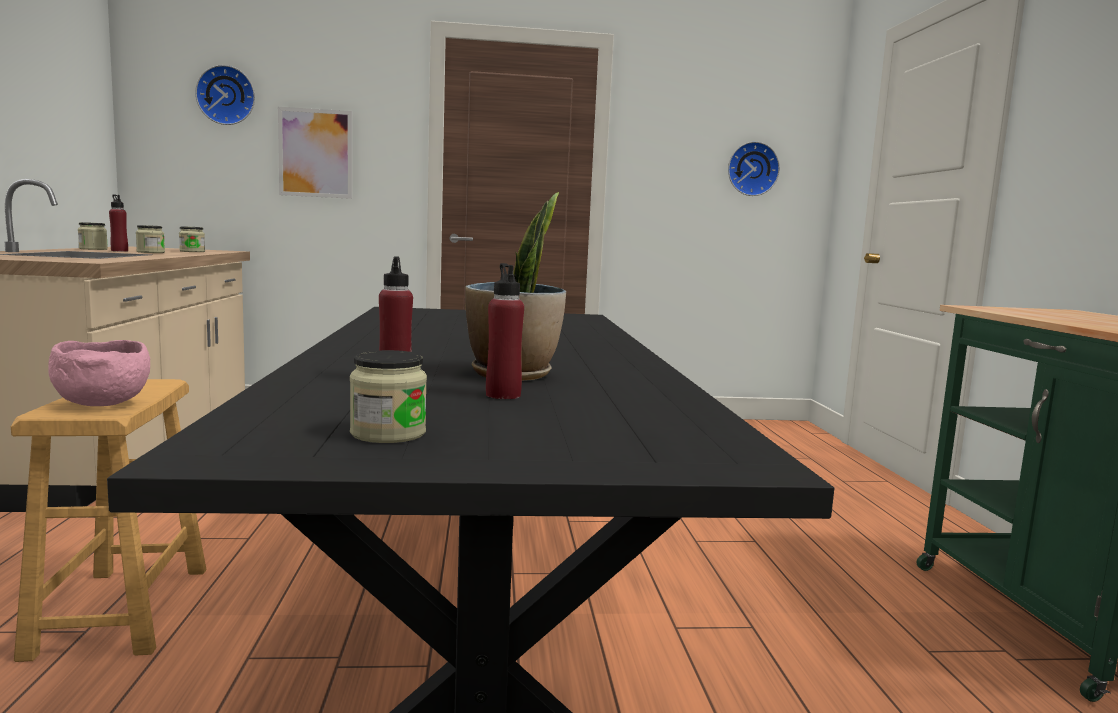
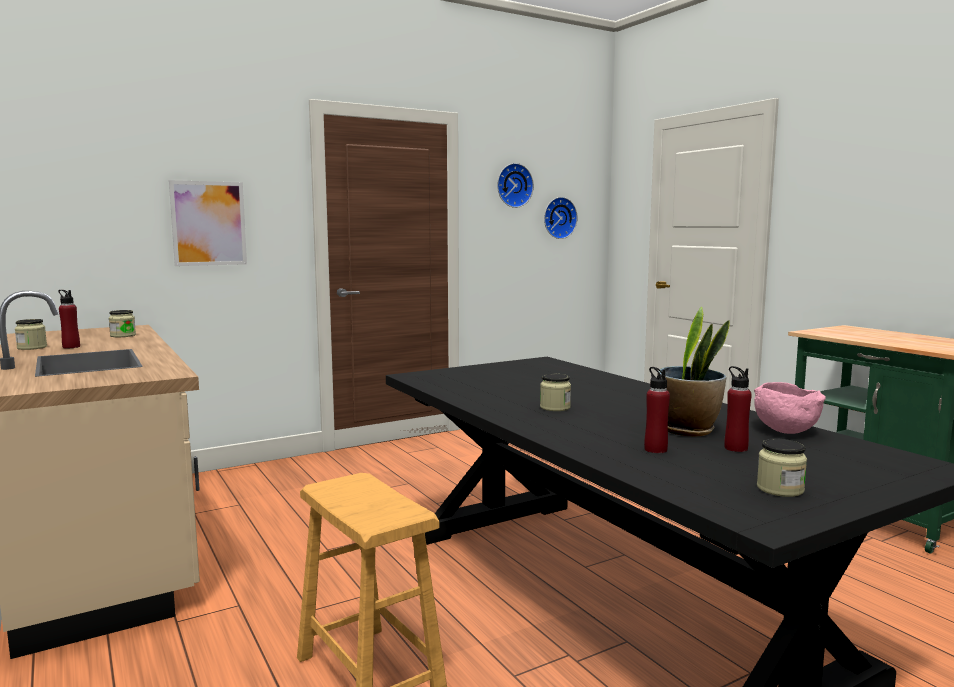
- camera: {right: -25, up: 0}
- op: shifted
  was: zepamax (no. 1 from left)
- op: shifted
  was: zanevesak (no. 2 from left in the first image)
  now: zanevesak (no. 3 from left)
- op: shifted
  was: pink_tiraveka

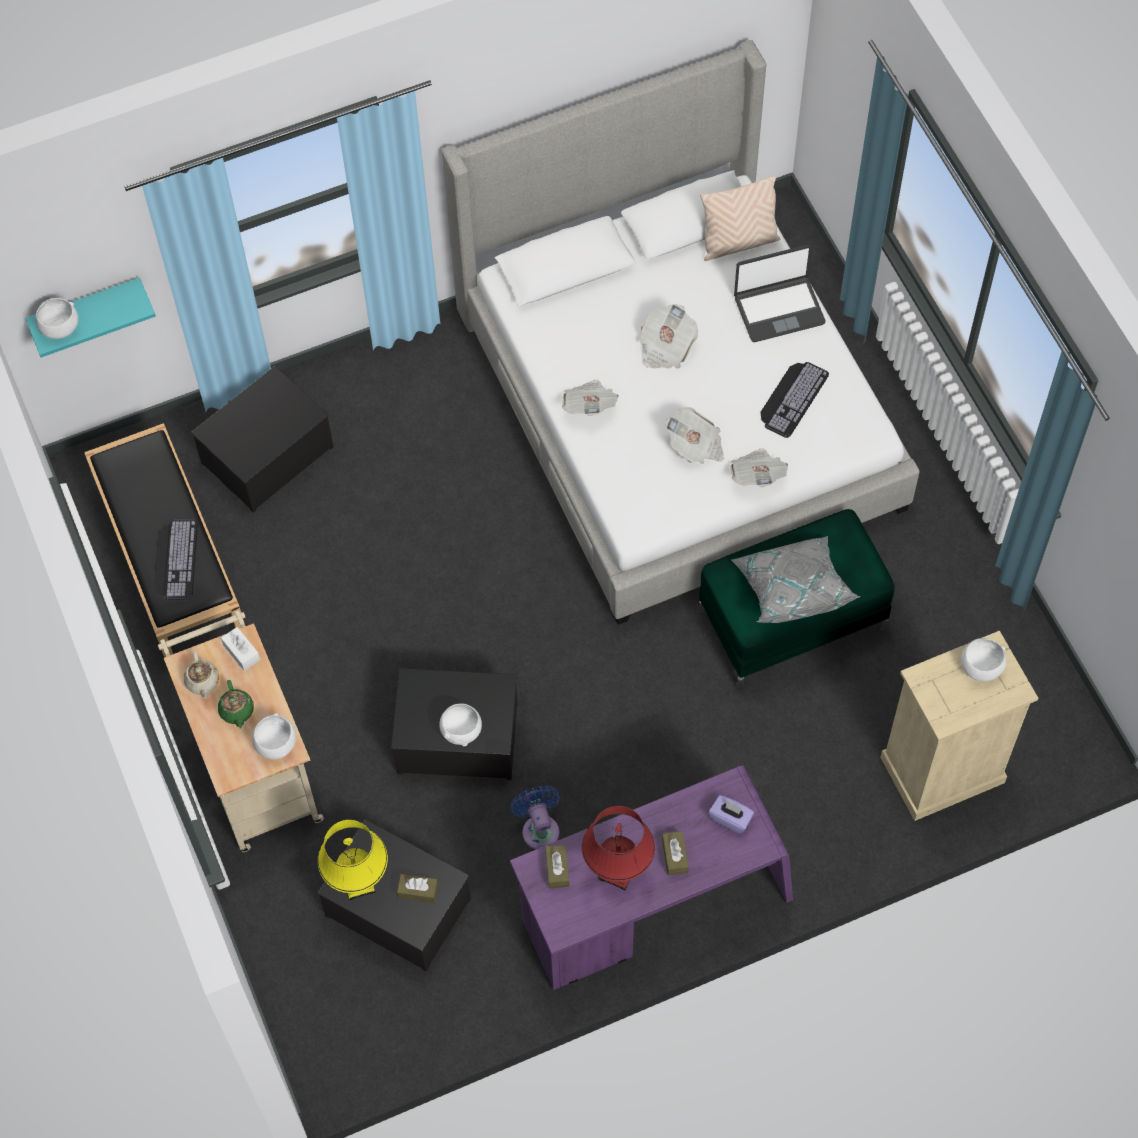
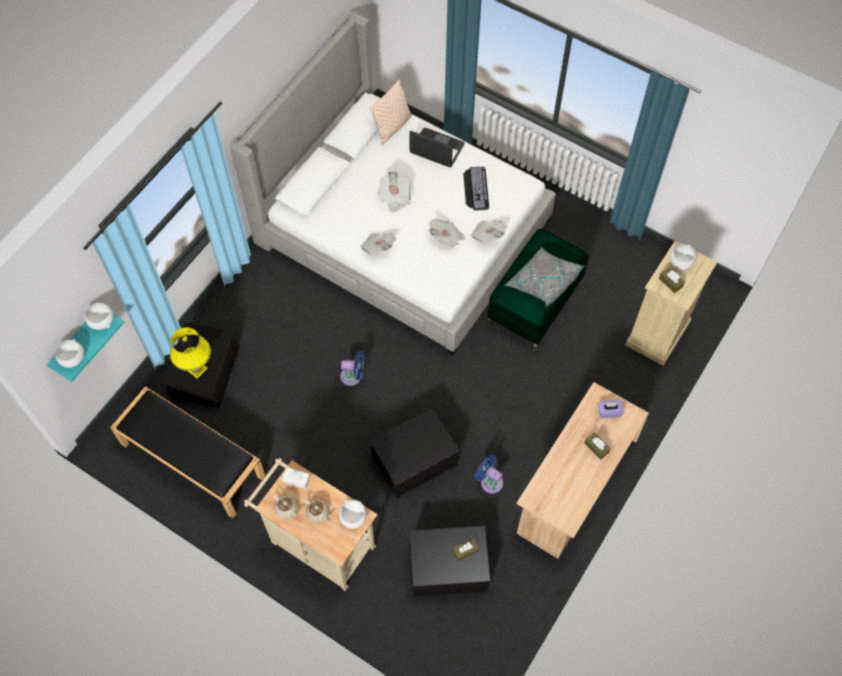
- camera: {right: -35, up: 0}
- op: rotated
  was: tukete
  clockwise: -105
- op: gone
  was: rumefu (no. 1 from left)
- op: repainted
  was: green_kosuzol
  now: beige_kosuzol (no. 2 from left)
- op: shifted
  was: white_tiraveka (no. 3 from left in the first image)
  now: white_tiraveka (no. 2 from left)
- op: repainted
  was: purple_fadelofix
  now: beige_fadelofix
- op: gone
  was: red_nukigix
- op: shifted
  was: yellow_nukigix
- op: shifted
  was: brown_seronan (no. 2 from left in the first image)
  now: brown_seronan (no. 3 from left)
- op: new
  now: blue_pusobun (no. 1 from left)

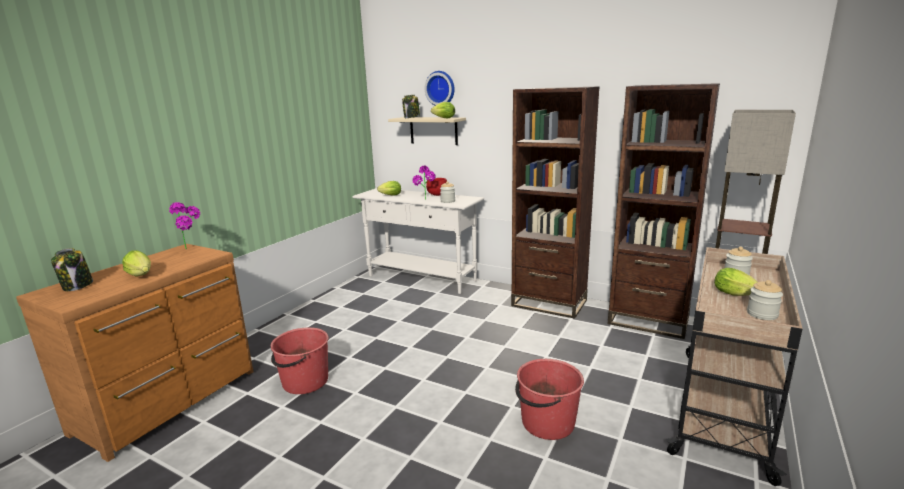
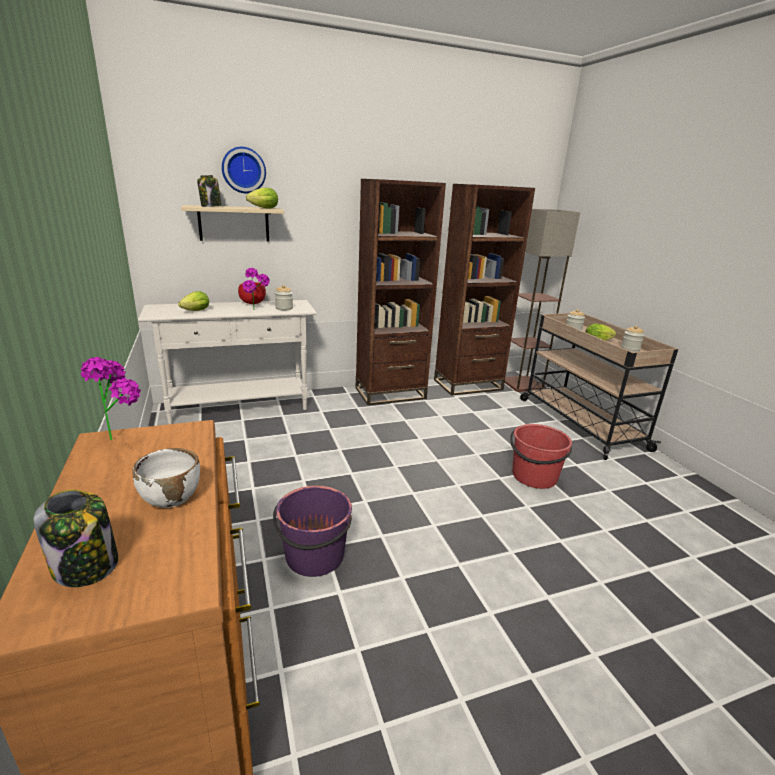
- camera: {right: -50, up: 5}
- op: swapped
  was: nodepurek (no. 1 from left)
  now: white_tiraveka
- op: repainted
  was: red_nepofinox (no. 1 from left)
  now: purple_nepofinox

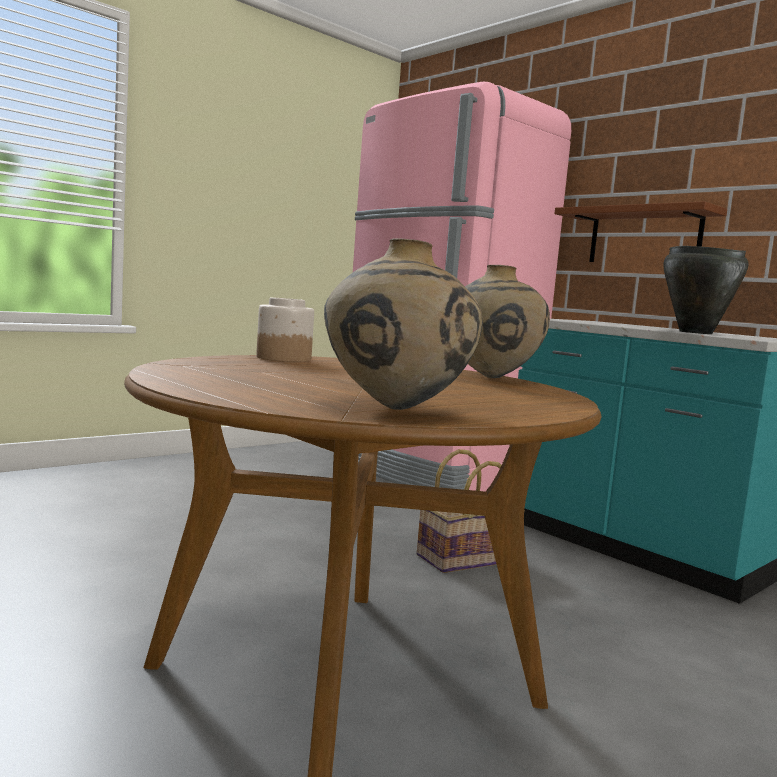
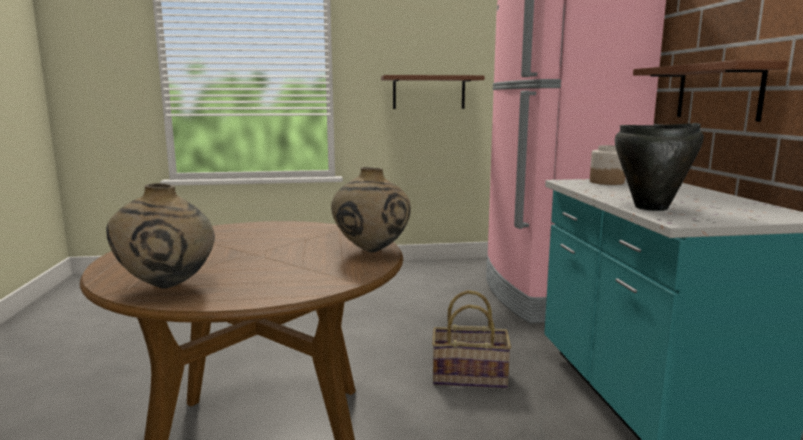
- camera: {right: 35, up: 5}
- op: shifted
  was: zanevesak
- op: new
  now: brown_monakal (no. 1 from left)

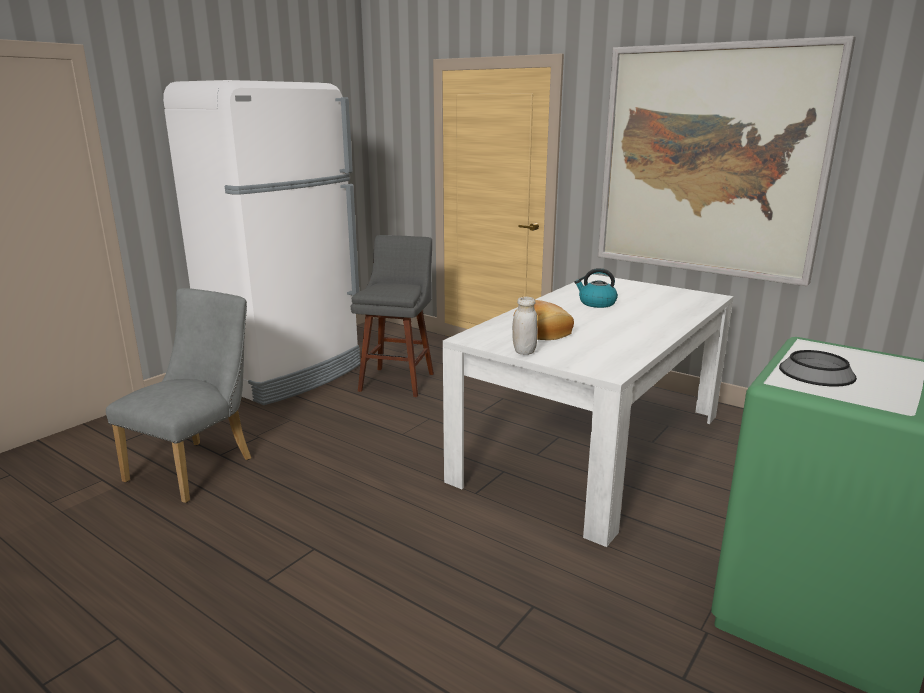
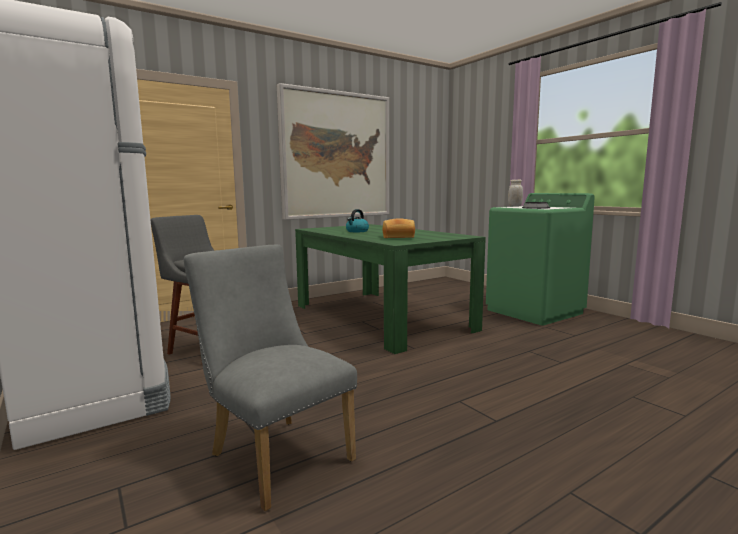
- camera: {right: -70, up: -10}
- op: repainted
  was: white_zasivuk
  now: green_zasivuk
- op: shifted
  was: white_zanevesak

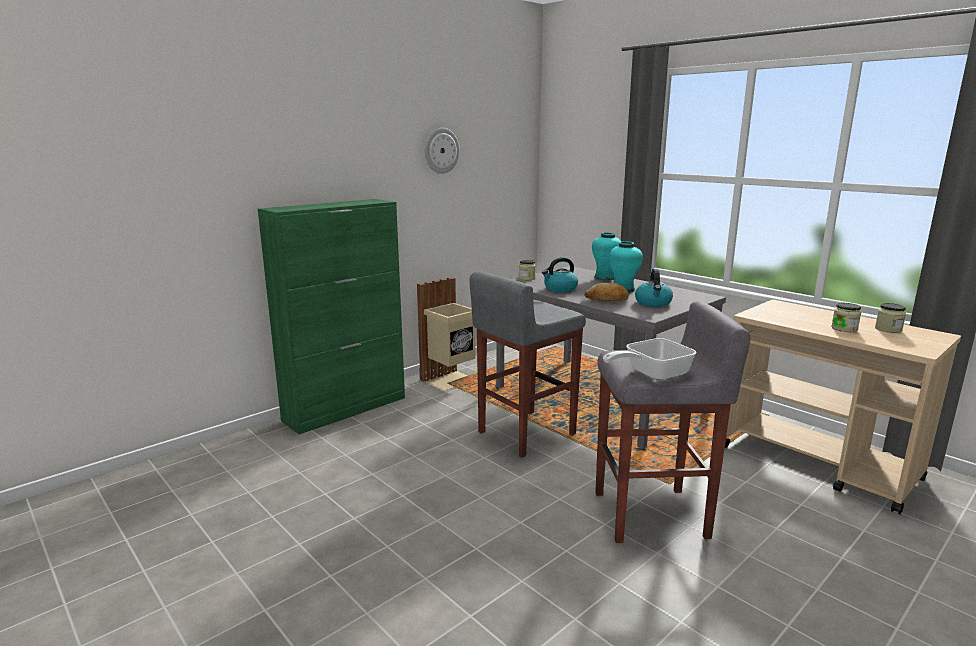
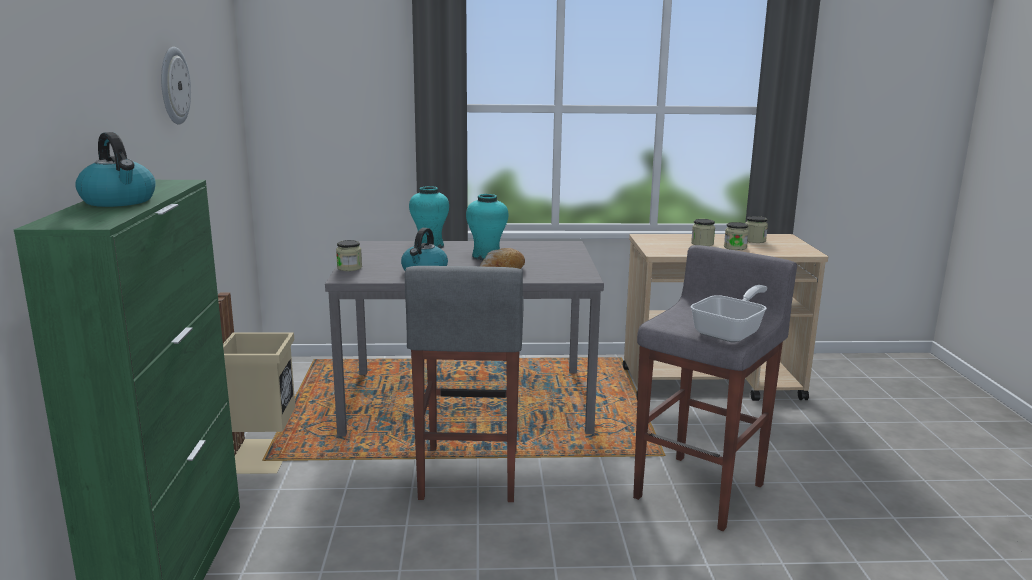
- camera: {right: -50, up: 0}
- op: shifted
  was: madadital (no. 2 from left in the first image)
  now: madadital (no. 1 from left)
- op: rotated
  was: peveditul
  clockwise: -150
- op: new
  now: zanevesak (no. 2 from left)

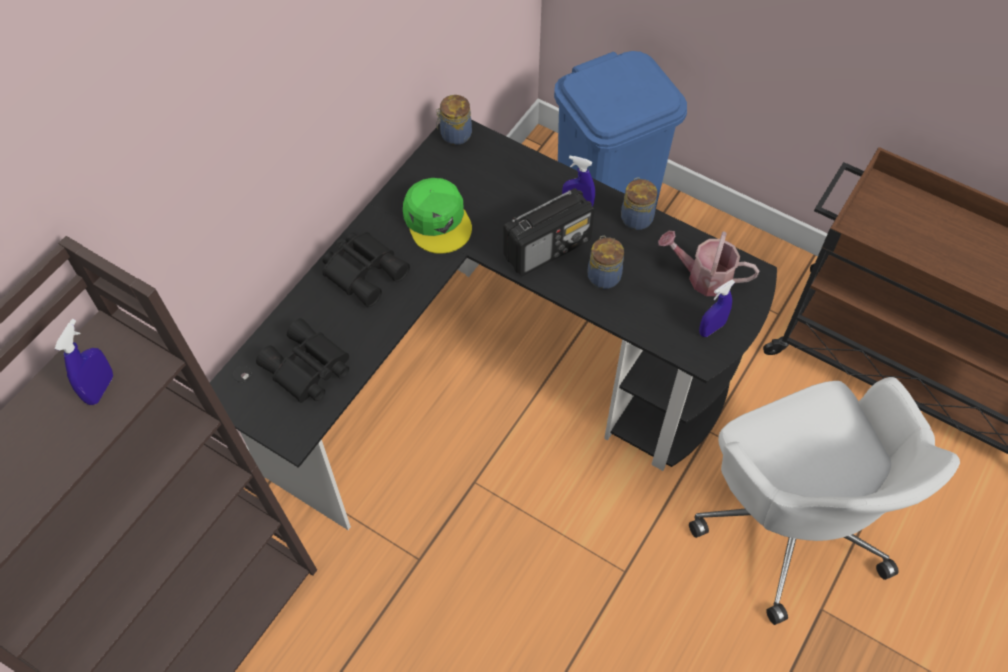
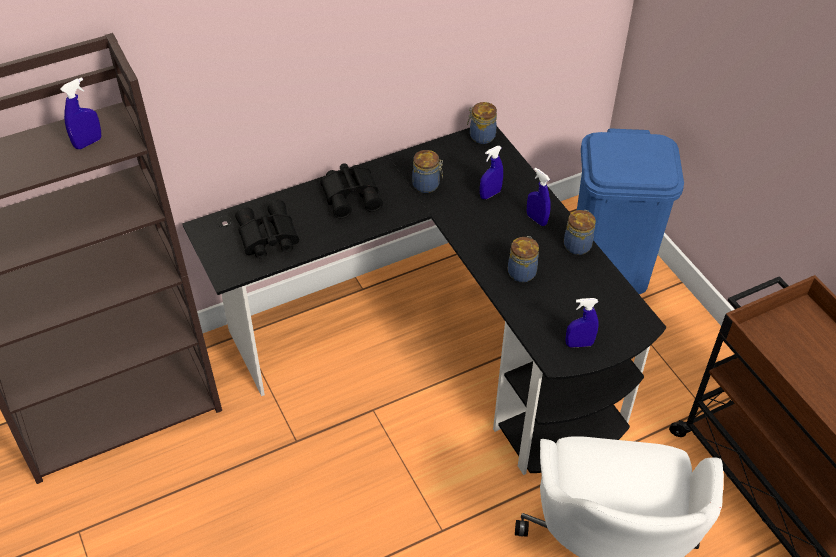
- camera: {right: 30, up: -10}
- op: swapped
  was: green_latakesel
  now: zanevesak (no. 1 from left)
- op: gone
  was: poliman
- op: gone
  was: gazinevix
- op: new
  now: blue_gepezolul (no. 2 from left)

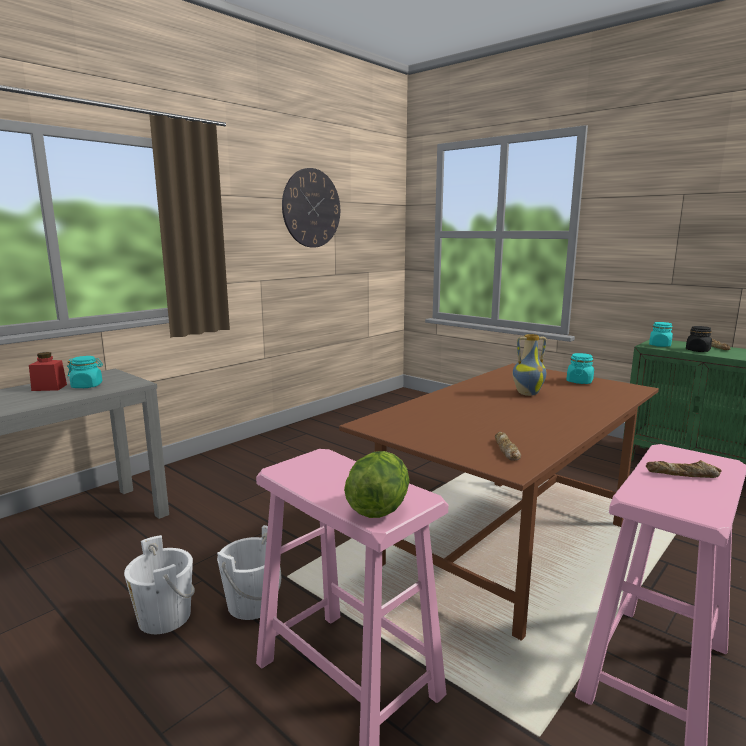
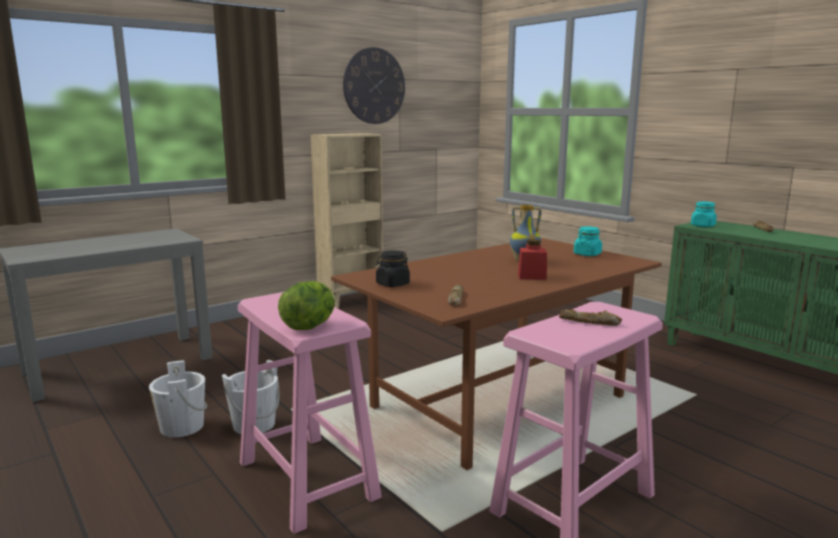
- camera: {right: 10, up: 0}
- op: shifted
  was: black_zanevesak
- op: shifted
  was: red_zanevesak
- op: gone
  was: turquoise_zanevesak (no. 1 from left)
- op: new
  now: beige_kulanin

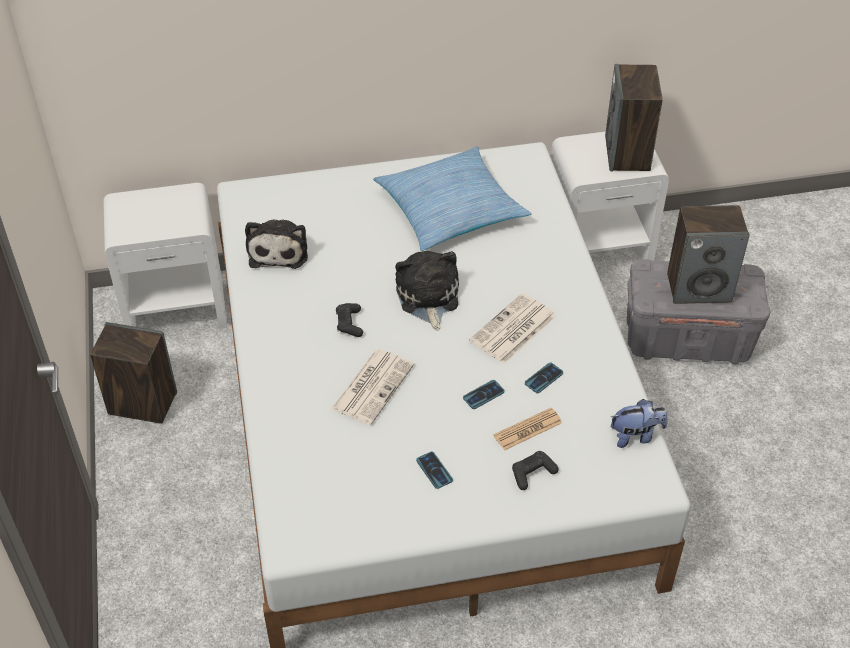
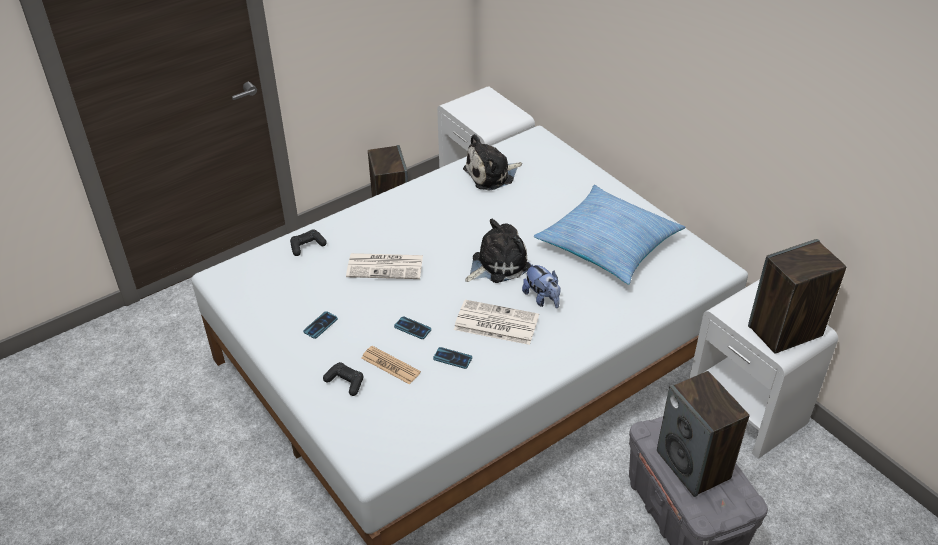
- camera: {right: 65, up: -5}
- op: shifted
  was: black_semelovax (no. 1 from left)
- op: shifted
  was: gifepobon (no. 3 from left)

